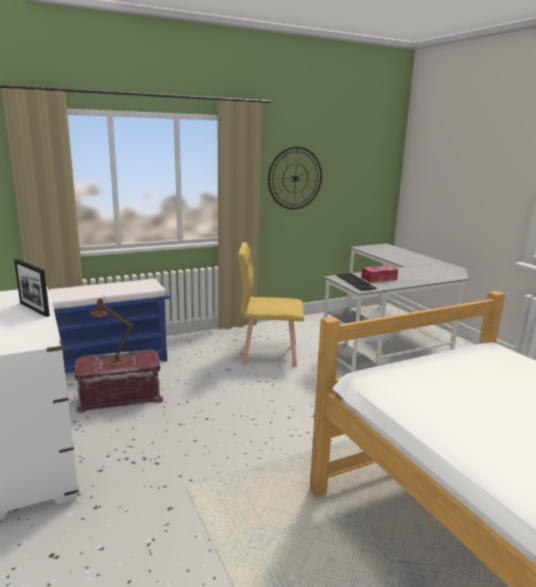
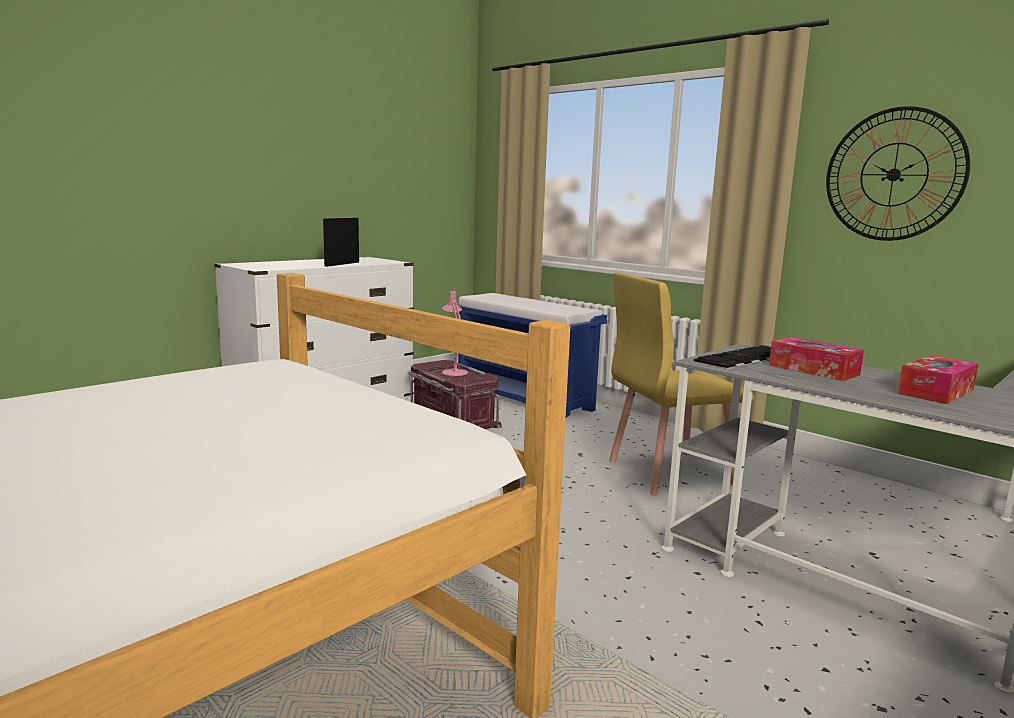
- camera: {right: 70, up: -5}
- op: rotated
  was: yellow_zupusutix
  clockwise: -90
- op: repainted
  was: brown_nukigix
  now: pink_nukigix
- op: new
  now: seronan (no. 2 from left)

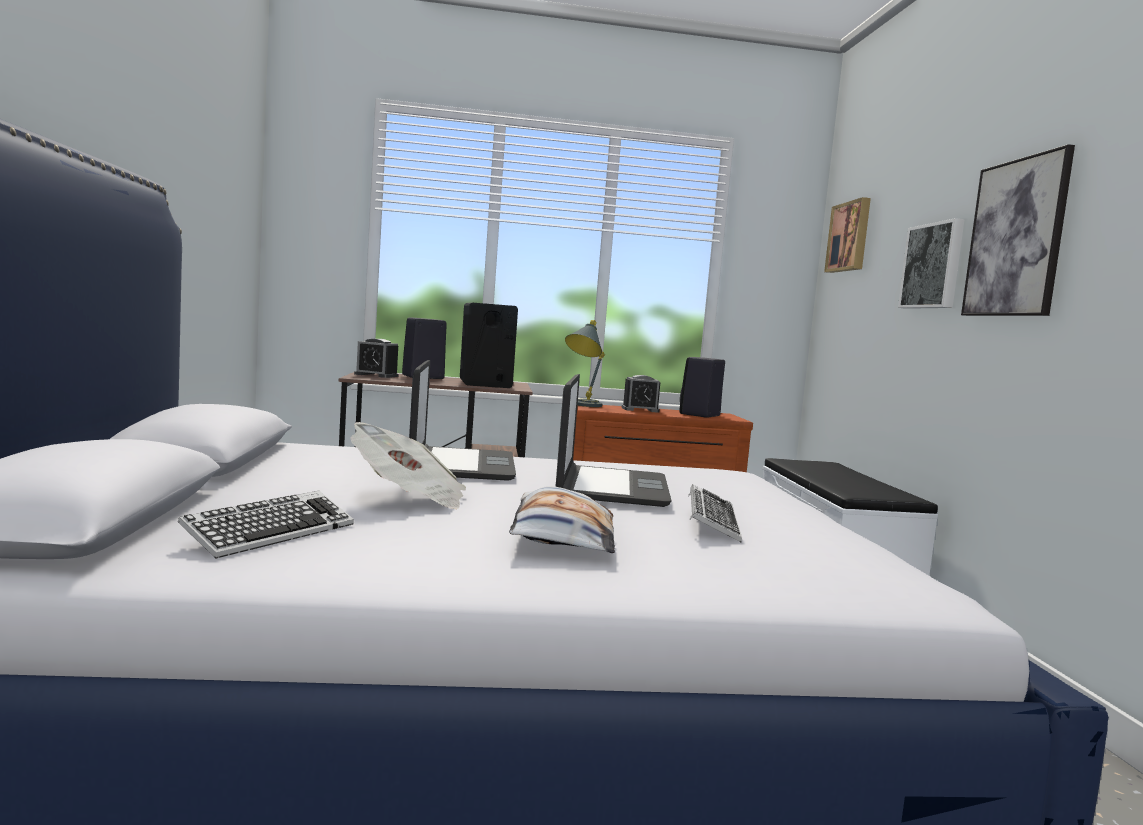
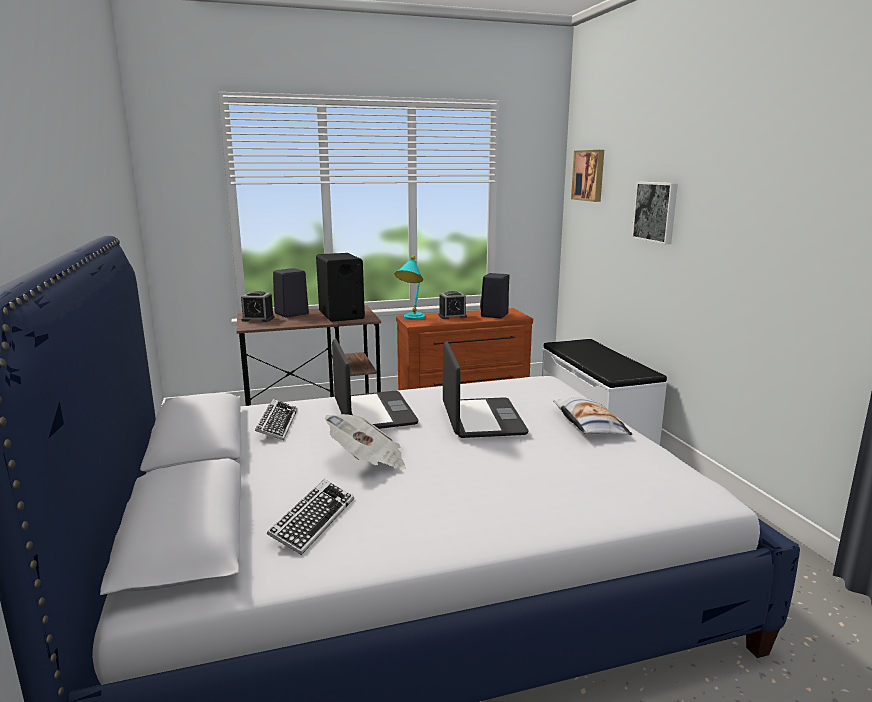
- camera: {right: -10, up: 10}
- op: gone
  was: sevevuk (no. 3 from left)
- op: repainted
  was: grey_nukigix
  now: turquoise_nukigix
- op: shifted
  was: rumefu (no. 2 from left in the first image)
  now: rumefu (no. 1 from left)
- op: shifted
  was: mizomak

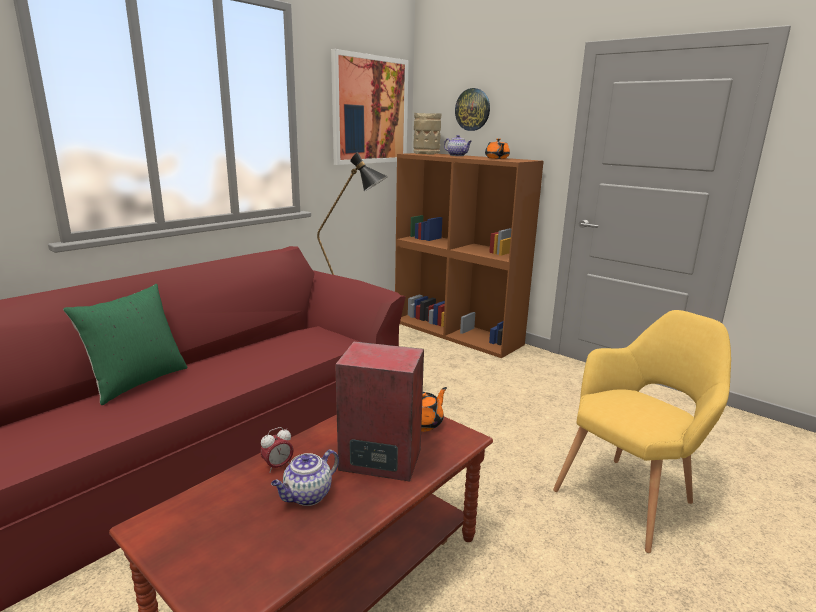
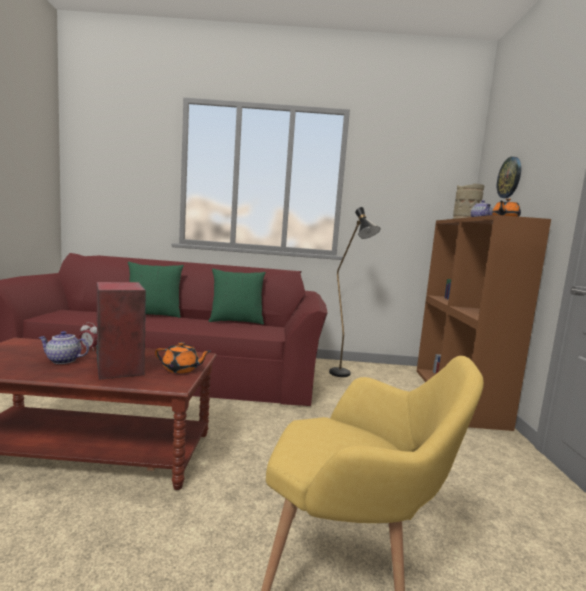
- camera: {right: 50, up: -10}
- op: gone
  was: sevevuk
- op: new
  now: green_mizomak (no. 2 from left)

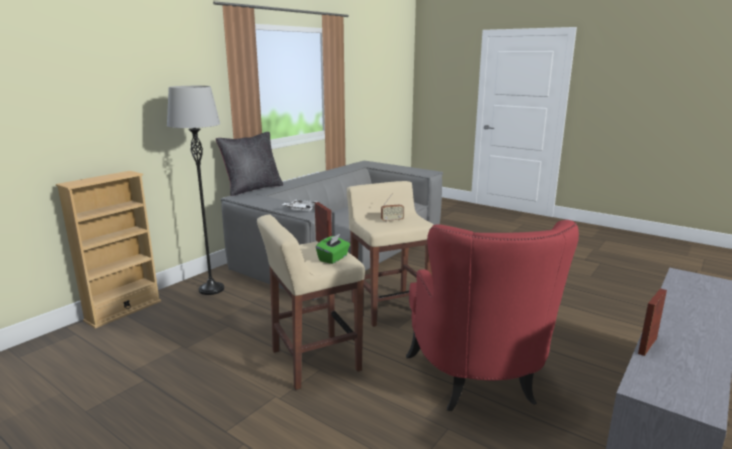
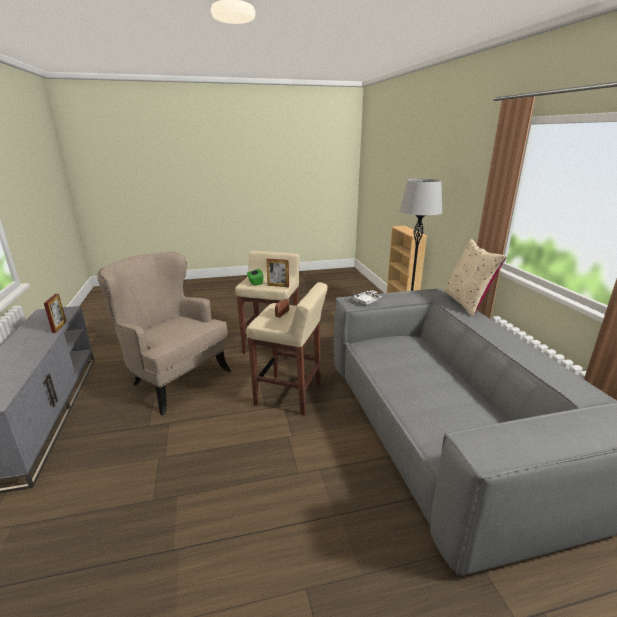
- camera: {right: 130, up: 5}
- op: repainted
  was: black_mizomak
  now: beige_mizomak
- op: repainted
  was: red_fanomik
  now: beige_fanomik

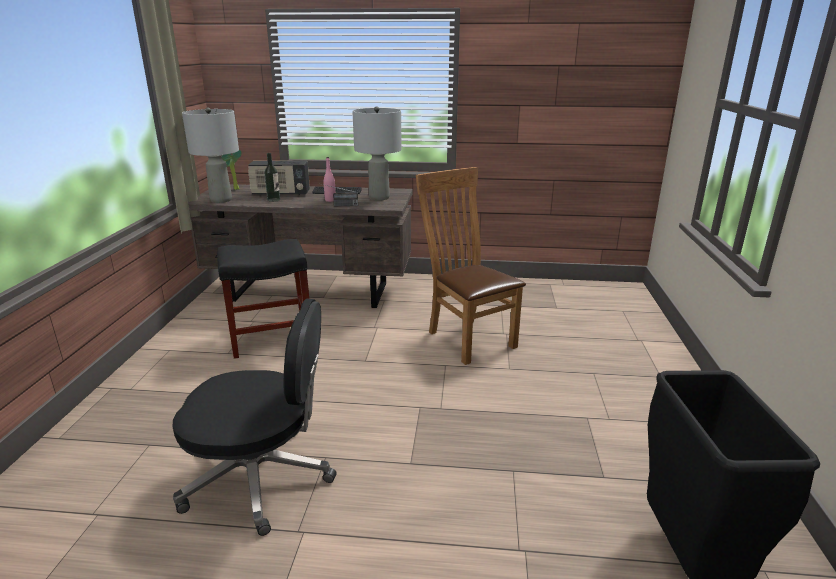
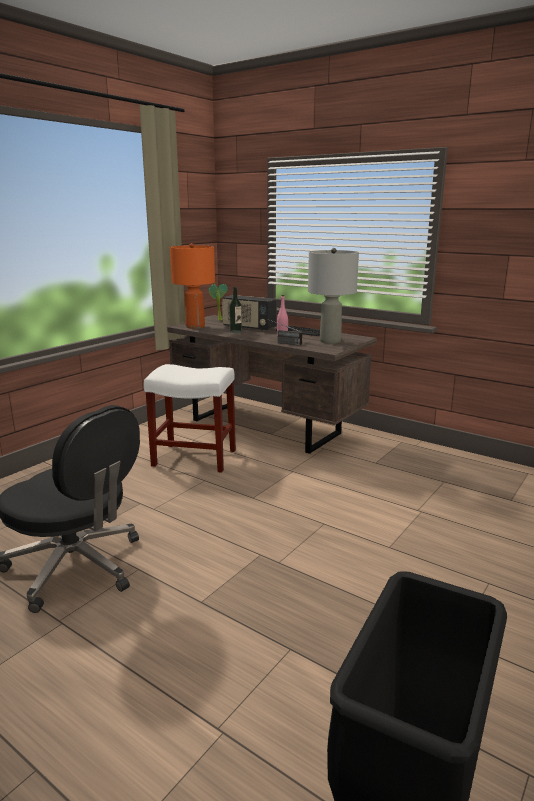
- camera: {right: 30, up: -5}
- op: repainted
  was: grey_nukigix (no. 1 from left)
  now: orange_nukigix
- op: gone
  was: brown_zupusutix
- op: repainted
  was: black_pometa
  now: white_pometa

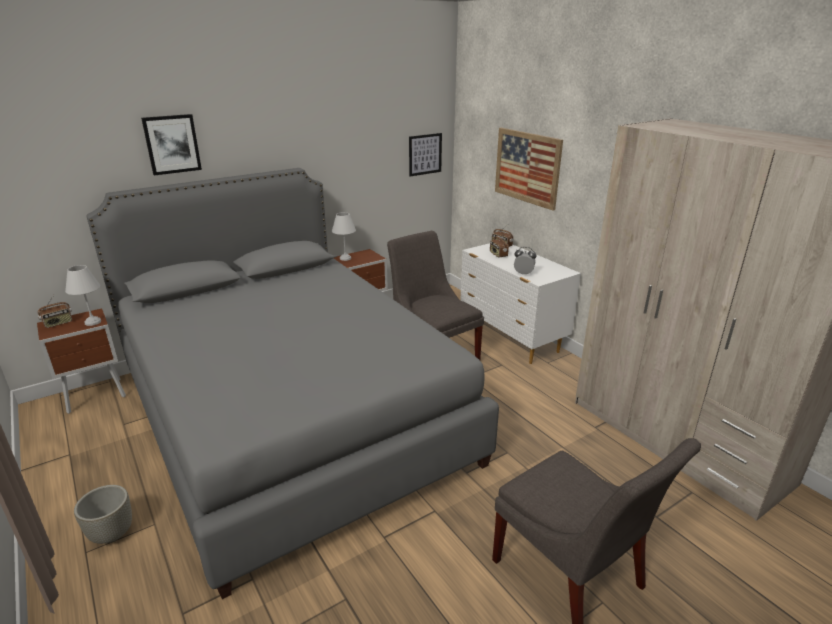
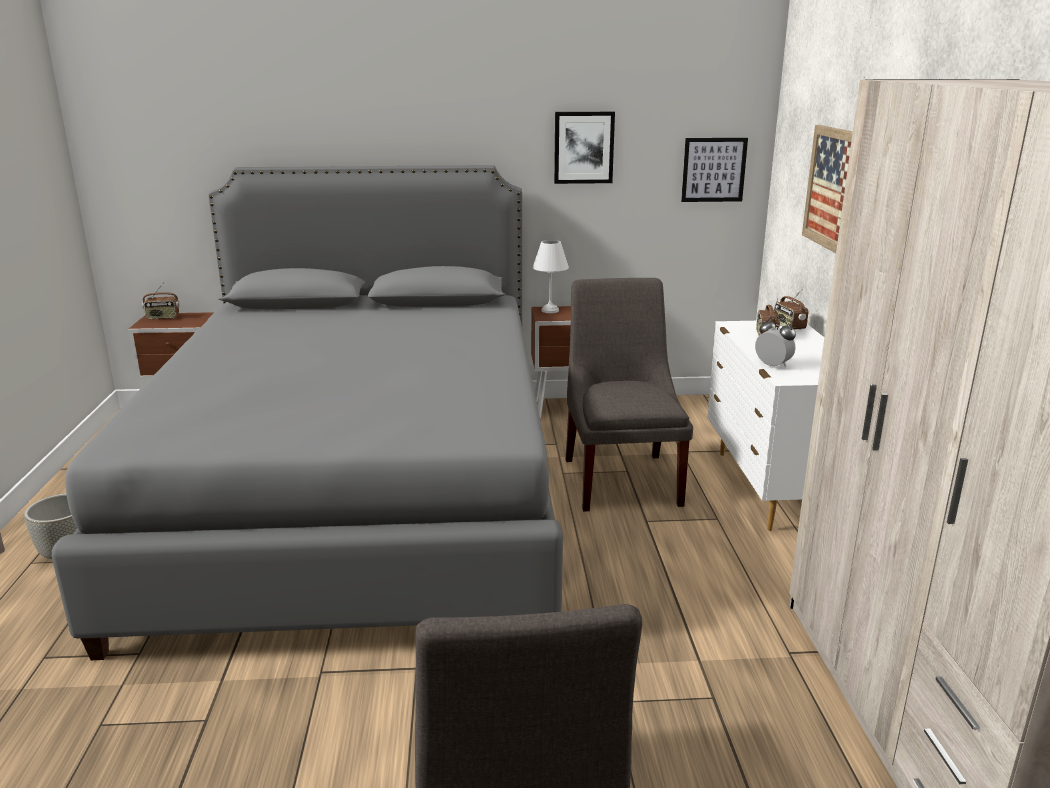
- camera: {right: 30, up: -5}
- op: shifted
  was: sevevuk (no. 1 from left)
- op: gone
  was: white_nukigix (no. 1 from left)

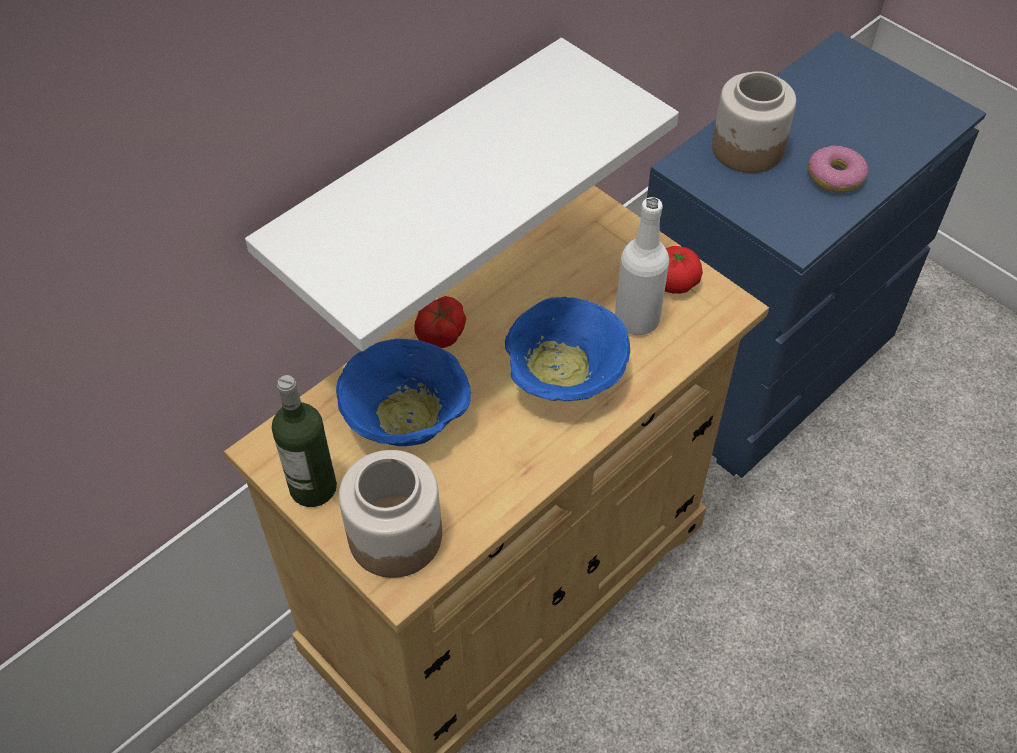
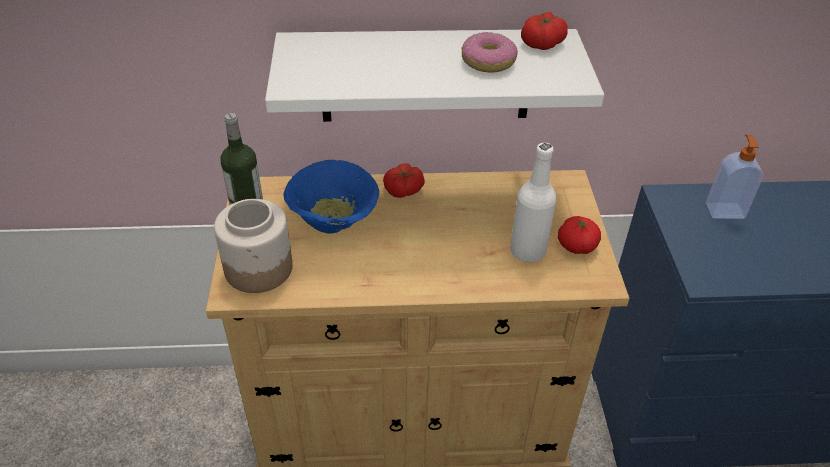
- camera: {right: 40, up: -10}
- op: swapped
  was: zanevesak (no. 2 from left)
  now: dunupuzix
- op: shifted
  was: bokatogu
- op: gone
  was: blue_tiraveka (no. 2 from left)
- op: new
  now: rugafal (no. 2 from left)

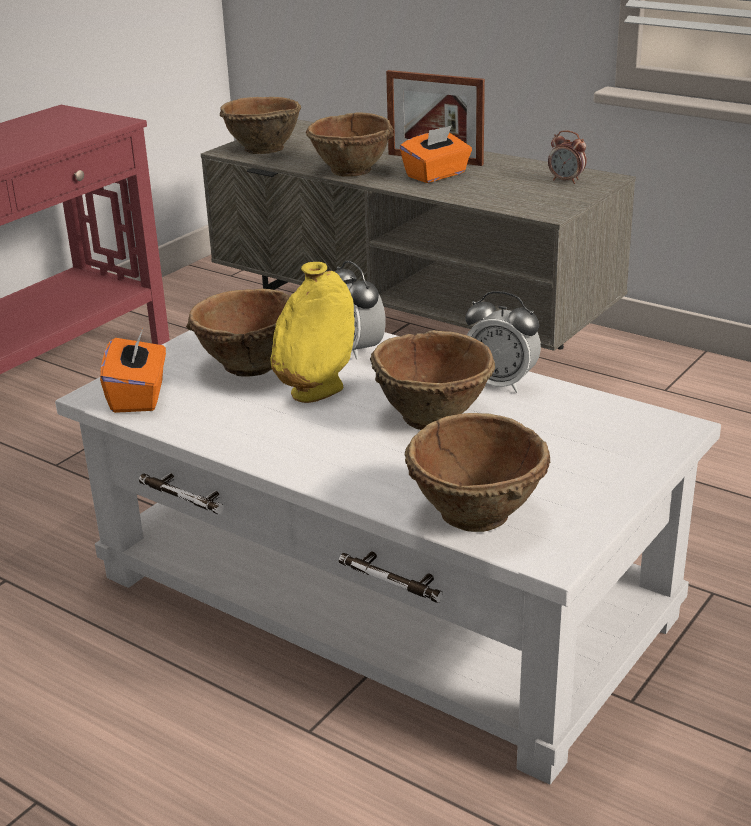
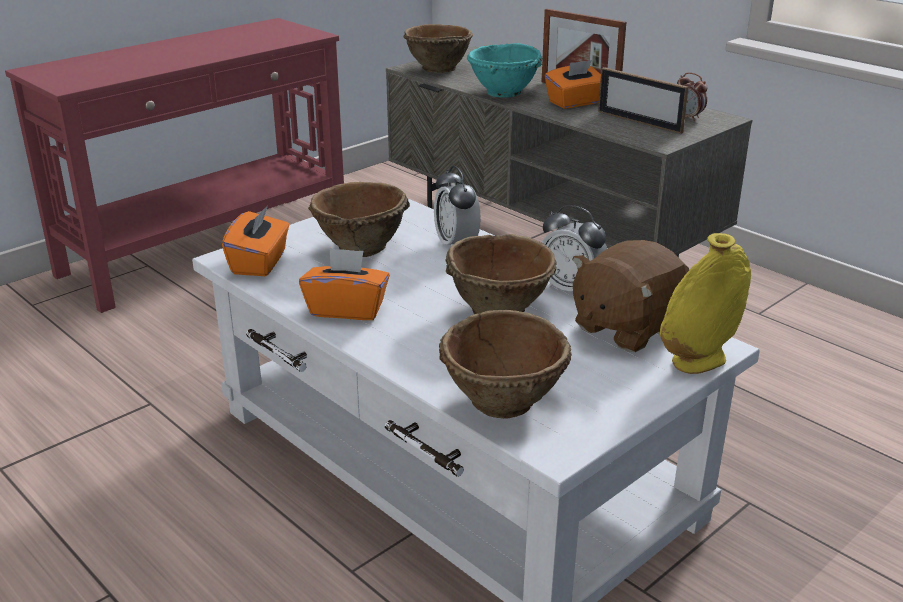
- camera: {right: 10, up: 0}
- op: repainted
  was: brown_tiraveka (no. 3 from left)
  now: turquoise_tiraveka
- op: shifted
  was: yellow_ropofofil
- op: new
  now: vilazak (no. 2 from left)
- op: new
  now: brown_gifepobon
- op: new
  now: orange_seronan (no. 2 from left)

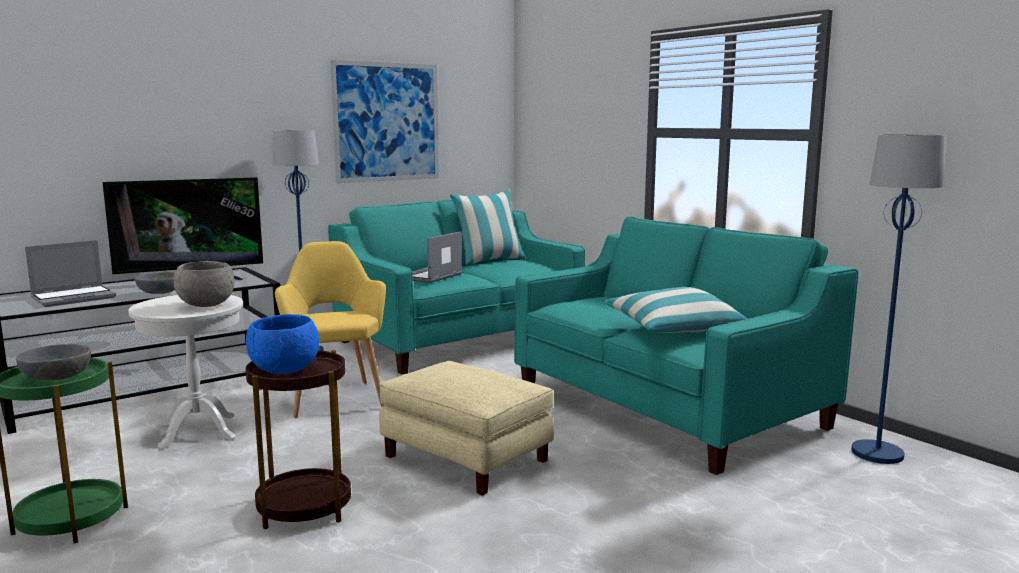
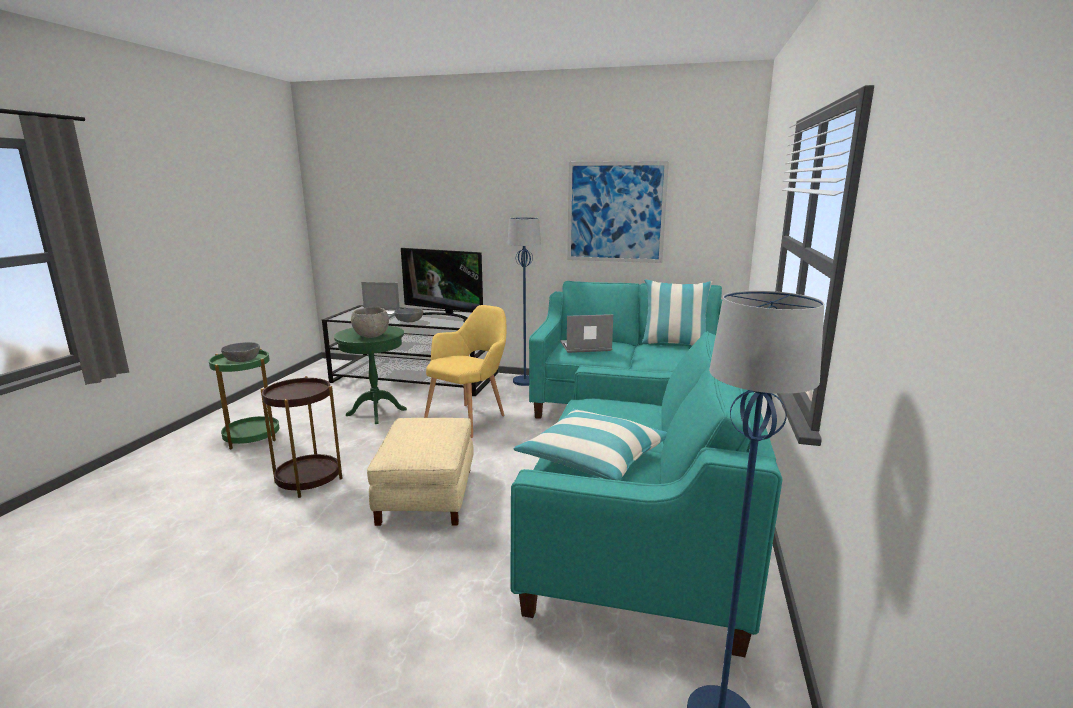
- camera: {right: 50, up: 5}
- op: repainted
  was: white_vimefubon
  now: green_vimefubon (no. 2 from left)
- op: gone
  was: blue_tiraveka

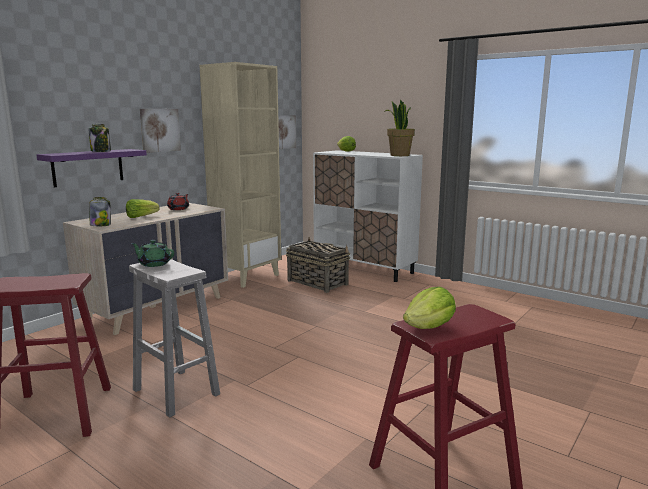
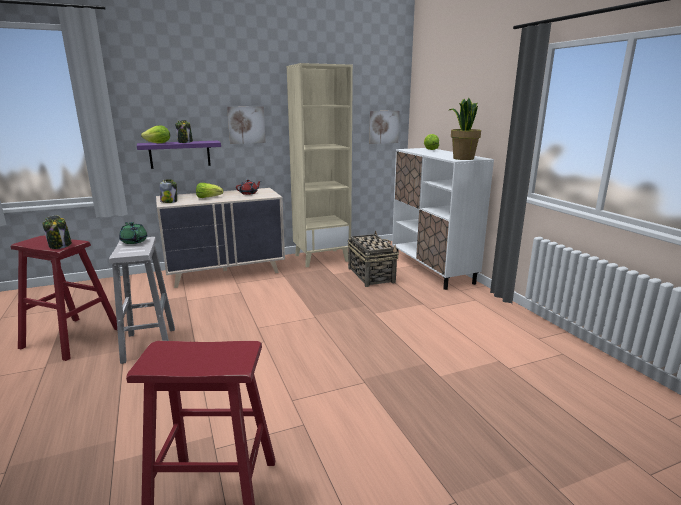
- camera: {right: 30, up: 5}
- op: shifted
  was: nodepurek (no. 3 from left in the first image)
  now: nodepurek (no. 1 from left)
- op: new
  now: zanevesak (no. 1 from left)

